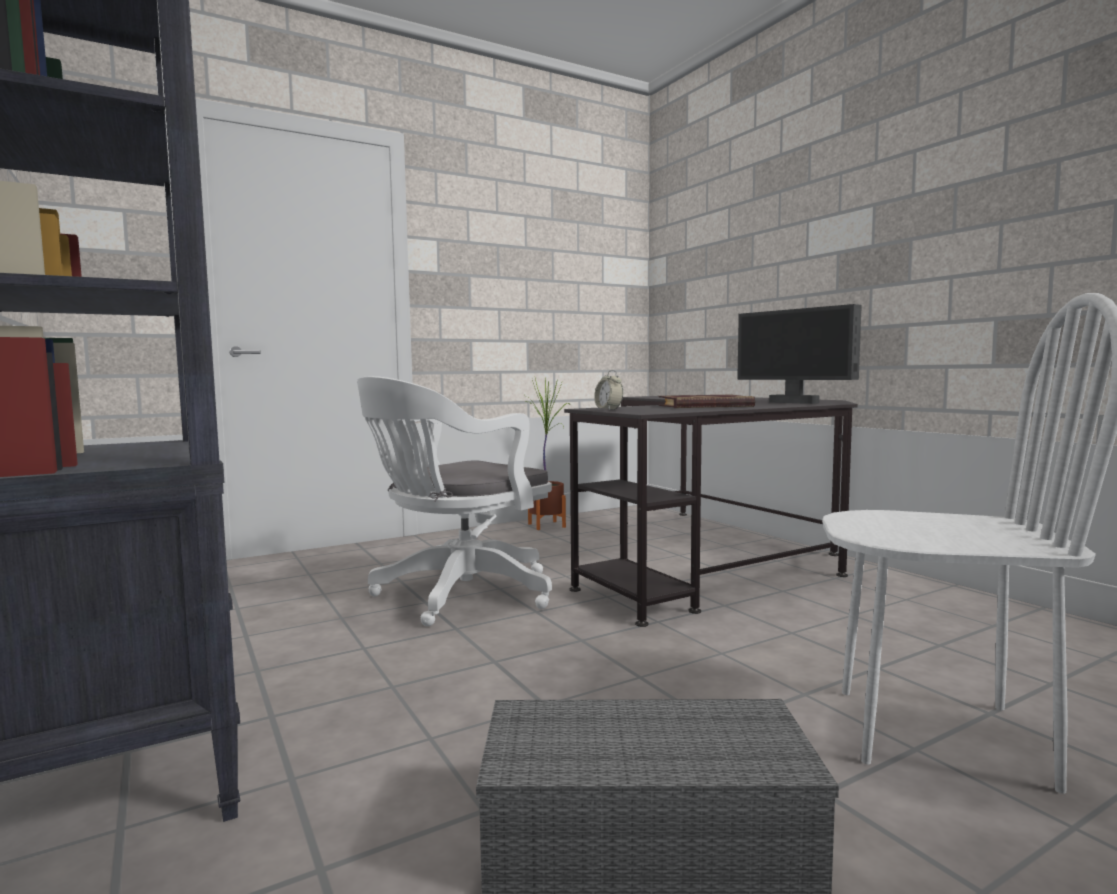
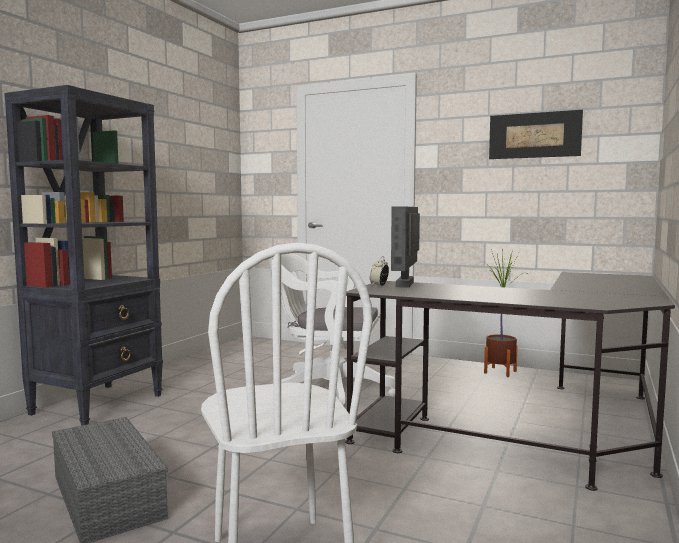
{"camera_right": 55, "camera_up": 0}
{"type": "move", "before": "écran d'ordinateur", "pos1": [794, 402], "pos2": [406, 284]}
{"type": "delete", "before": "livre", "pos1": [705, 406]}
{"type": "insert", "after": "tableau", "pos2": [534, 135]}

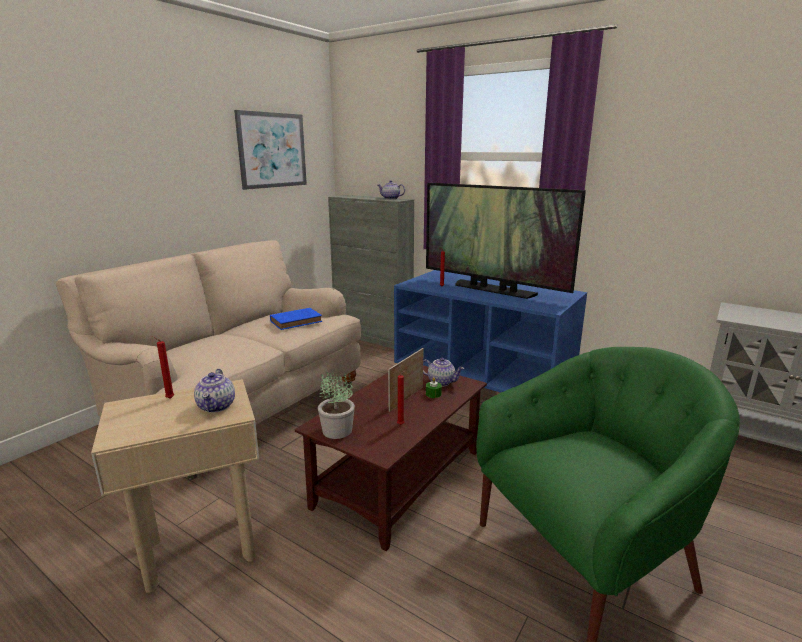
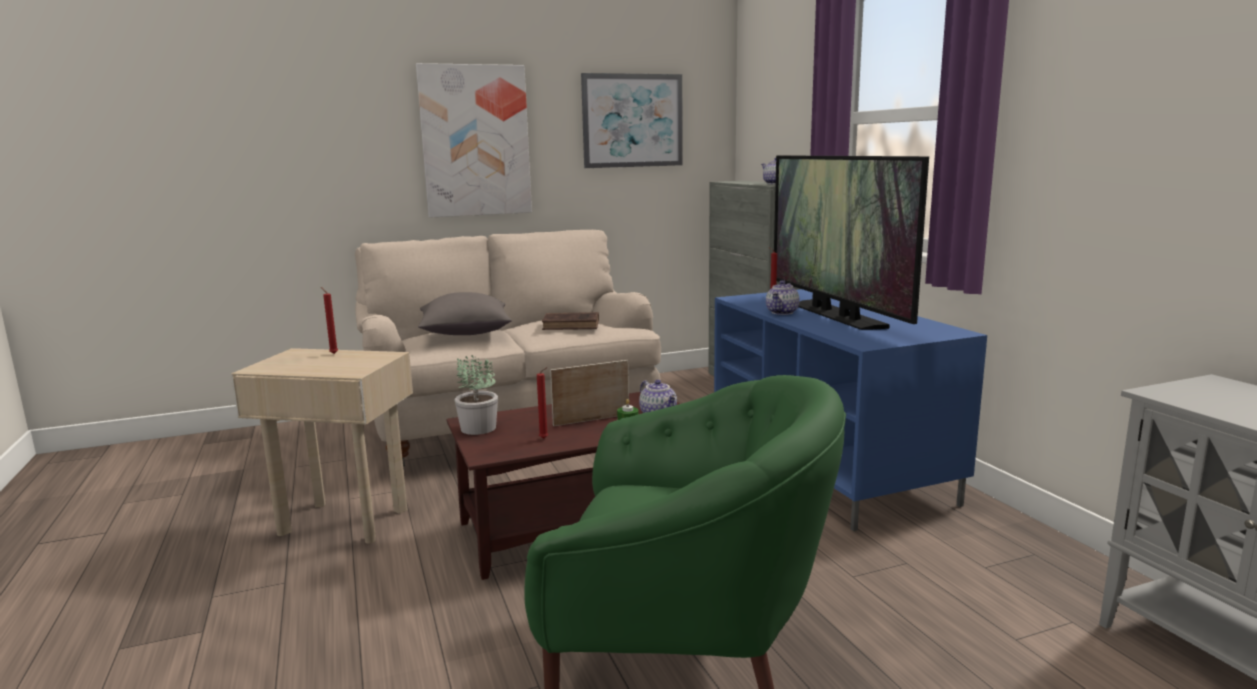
{"camera_right": 35, "camera_up": -5}
{"type": "recolor", "before": "livre/bleu", "after": "livre/marron", "pos1": [297, 321], "pos2": [573, 325]}
{"type": "move", "before": "théière", "pos1": [217, 406], "pos2": [782, 312]}
{"type": "insert", "after": "tableau", "pos2": [475, 141]}
{"type": "insert", "after": "coussin/gris", "pos2": [465, 333]}

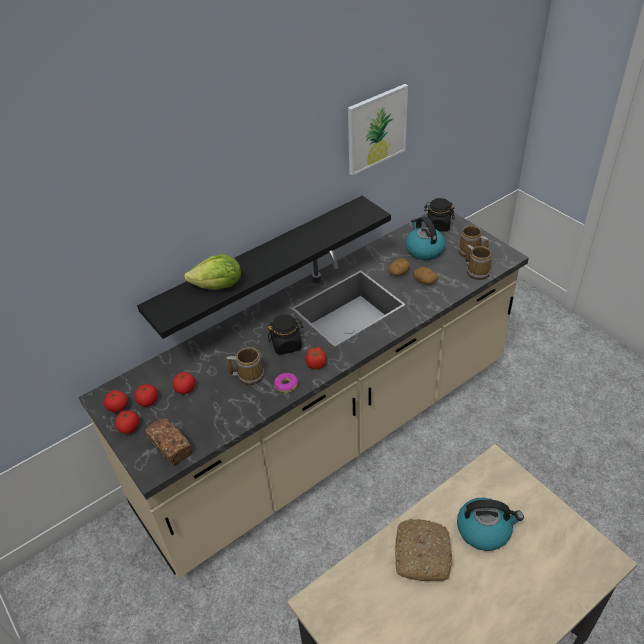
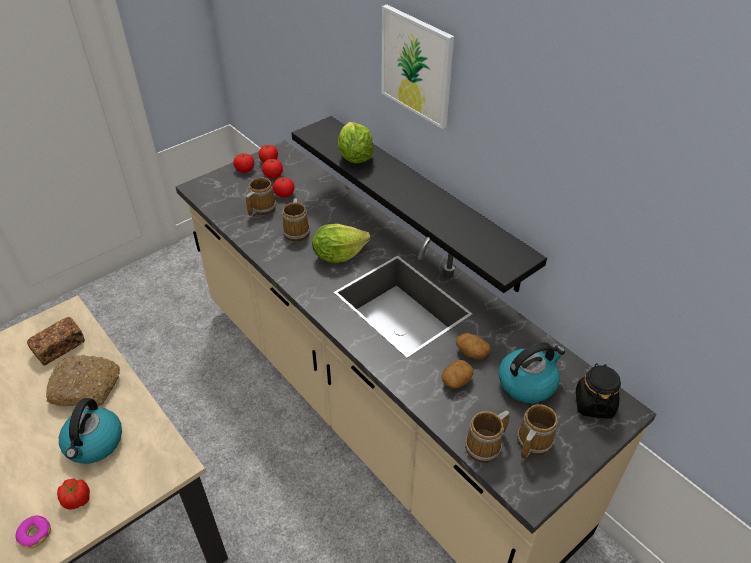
{"camera_right": 85, "camera_up": 0}
{"type": "move", "before": "tableau", "pos1": [376, 129], "pos2": [417, 66]}
{"type": "replace", "before": "bocal/noir", "after": "laitue", "pos1": [287, 344], "pos2": [338, 255]}
{"type": "move", "before": "tomate", "pos1": [316, 364], "pos2": [77, 499]}
{"type": "move", "before": "beignet", "pos1": [286, 385], "pos2": [35, 534]}
{"type": "move", "before": "pain", "pos1": [171, 447], "pos2": [59, 348]}
{"type": "insert", "after": "mug", "pos2": [261, 208]}

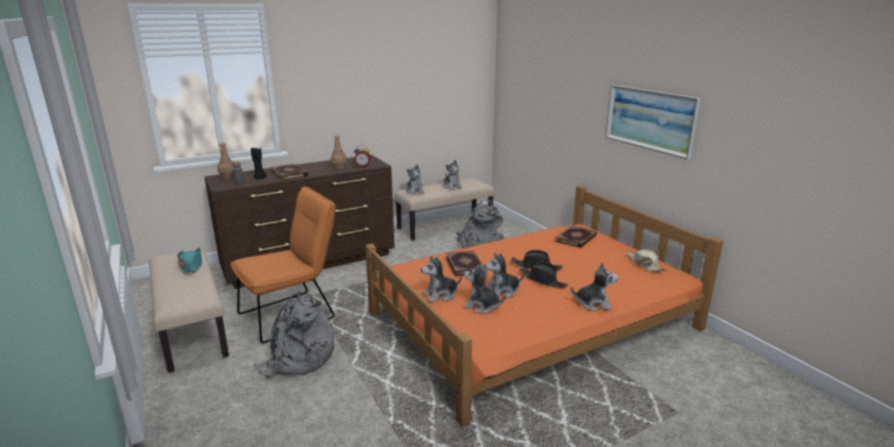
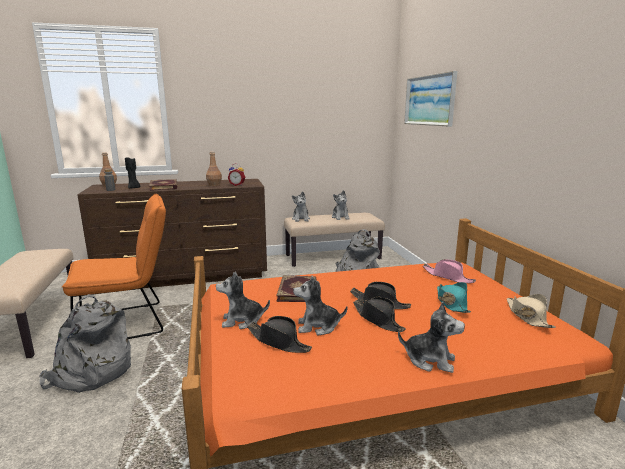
{"camera_right": 15, "camera_up": -5}
{"type": "move", "before": "tableau", "pos1": [650, 119], "pos2": [429, 100]}
{"type": "replace", "before": "livre", "after": "chapeau/rose", "pos1": [576, 238], "pos2": [448, 277]}
{"type": "move", "before": "chapeau/turquoise", "pos1": [191, 265], "pos2": [451, 303]}
{"type": "replace", "before": "peluche", "after": "chapeau/noir", "pos1": [482, 306], "pos2": [279, 342]}

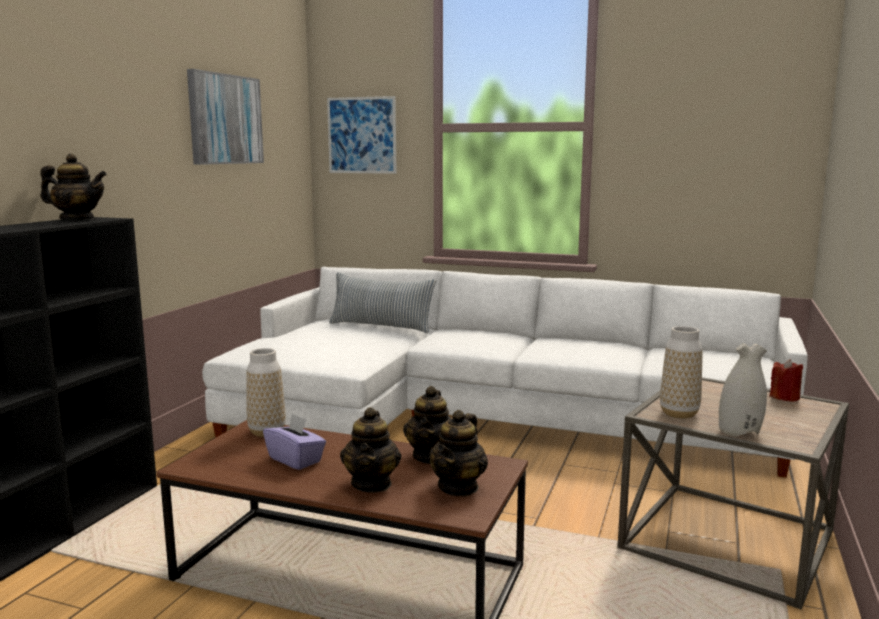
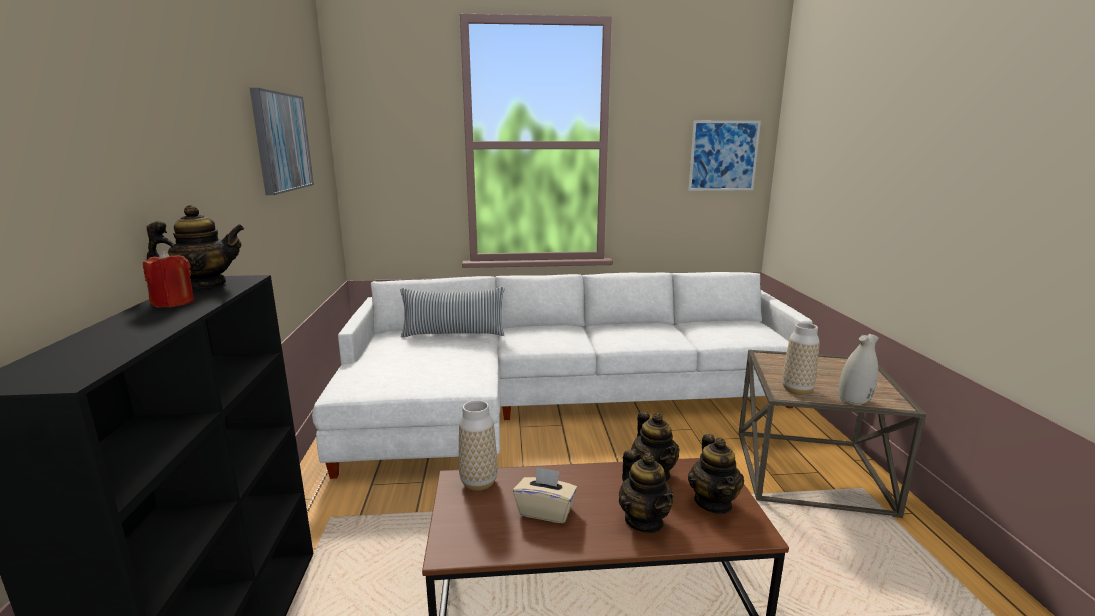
{"camera_right": -25, "camera_up": 5}
{"type": "move", "before": "tableau", "pos1": [362, 135], "pos2": [723, 156]}
{"type": "move", "before": "bougie/rouge", "pos1": [784, 397], "pos2": [173, 303]}
{"type": "recolor", "before": "boîte à mouchoirs/violet", "after": "boîte à mouchoirs/beige", "pos1": [295, 460], "pos2": [545, 511]}

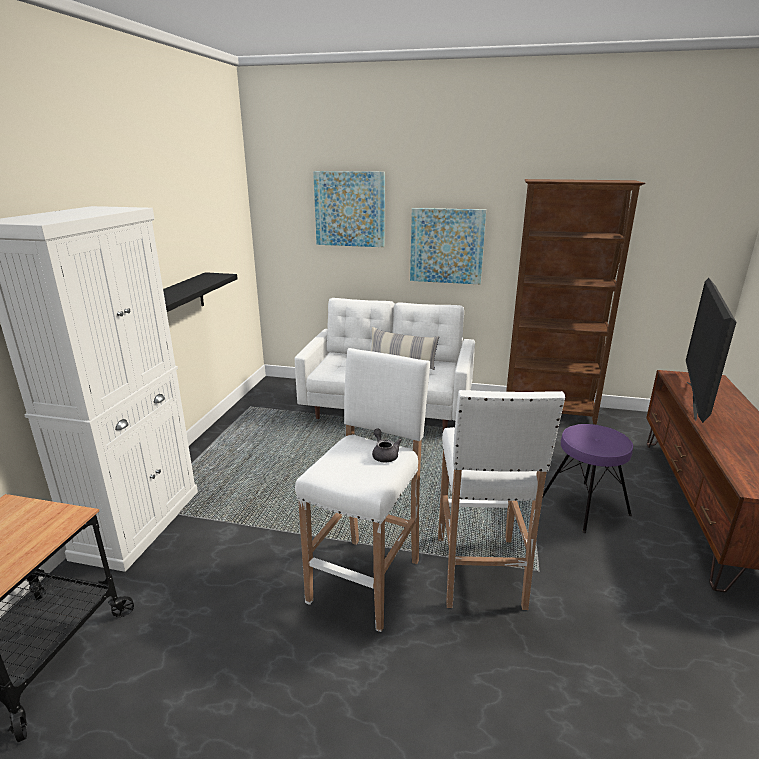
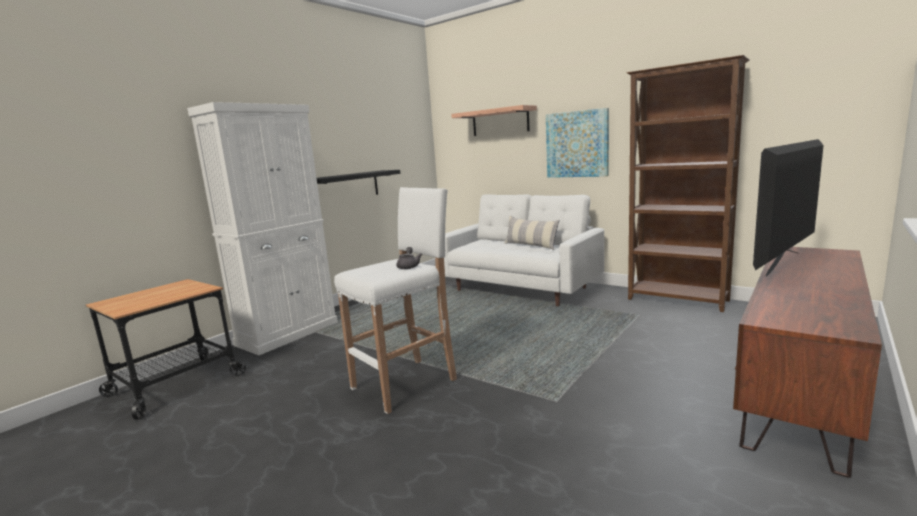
{"camera_right": 25, "camera_up": -10}
{"type": "replace", "before": "tableau", "after": "étagère", "pos1": [350, 209], "pos2": [500, 121]}
{"type": "delete", "before": "tabouret/blanc", "pos1": [480, 573]}
{"type": "delete", "before": "tabouret/violet", "pos1": [584, 506]}

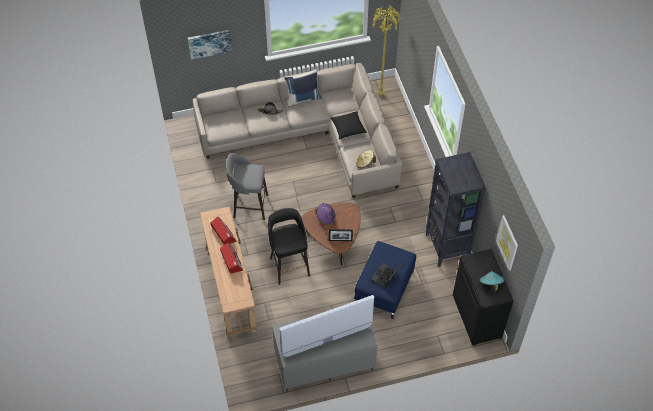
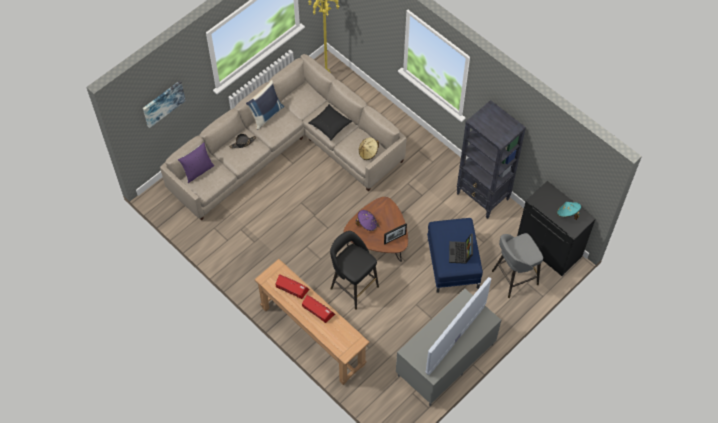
{"camera_right": -30, "camera_up": 5}
{"type": "move", "before": "tabouret/gris", "pos1": [249, 206], "pos2": [513, 278]}
{"type": "delete", "before": "tableau", "pos1": [507, 242]}
{"type": "insert", "after": "coussin/violet", "pos2": [198, 171]}

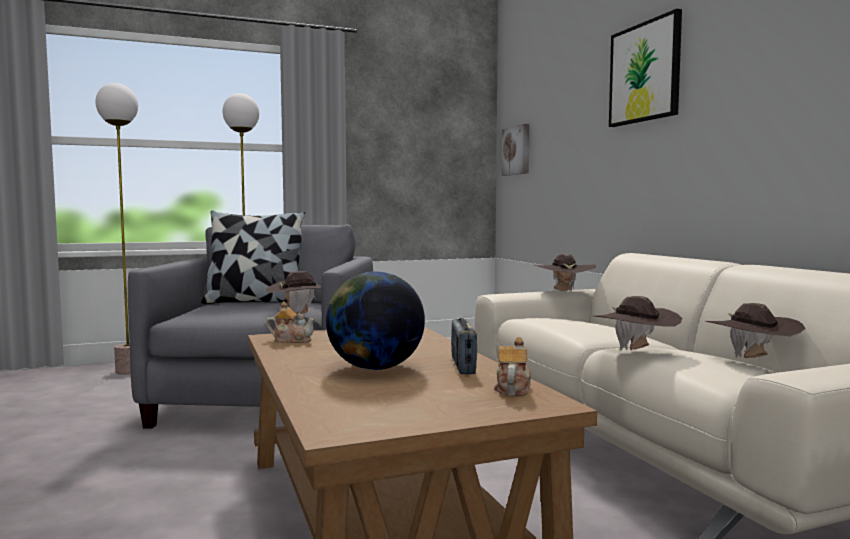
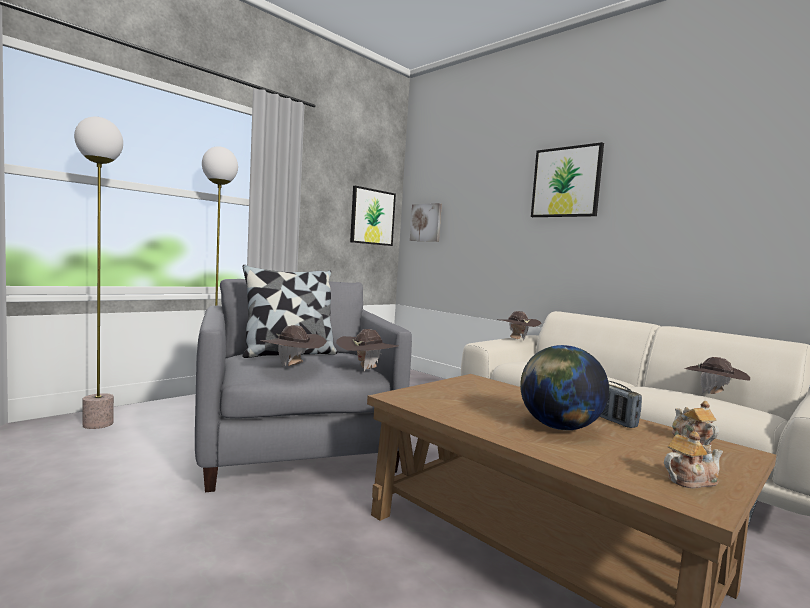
{"camera_right": -25, "camera_up": 0}
{"type": "move", "before": "chapeau/marron", "pos1": [636, 351], "pos2": [293, 367]}
{"type": "move", "before": "théière", "pos1": [292, 340], "pos2": [689, 480]}
{"type": "insert", "after": "tableau", "pos2": [372, 217]}

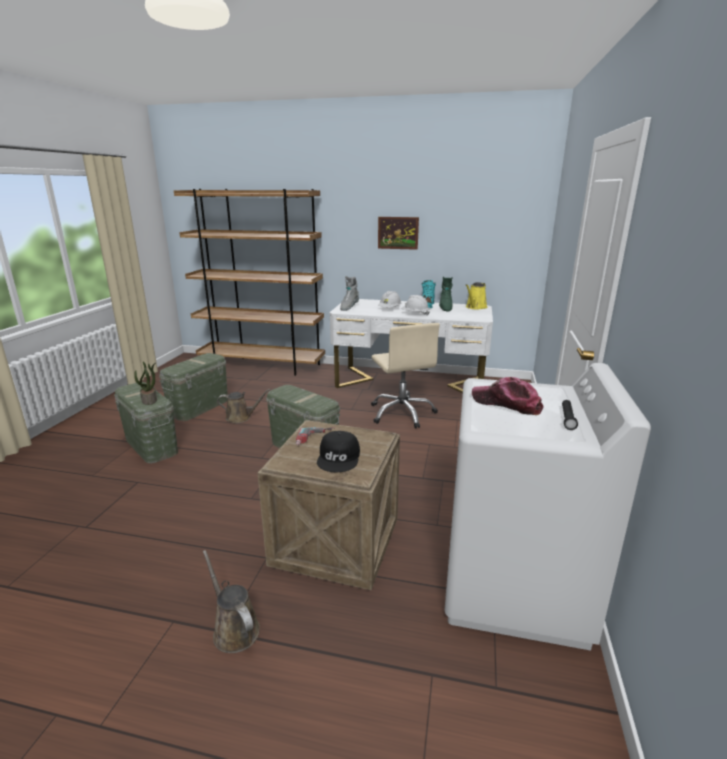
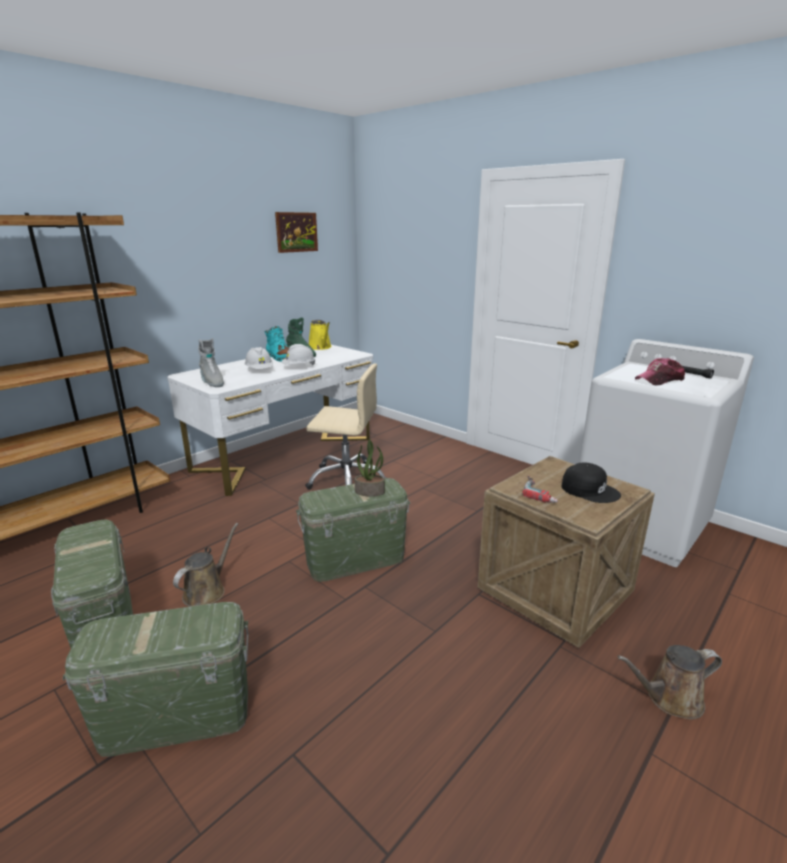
{"camera_right": -60, "camera_up": 0}
{"type": "move", "before": "tableau", "pos1": [398, 233], "pos2": [296, 232]}
{"type": "move", "before": "plante en pot", "pos1": [150, 400], "pos2": [370, 491]}

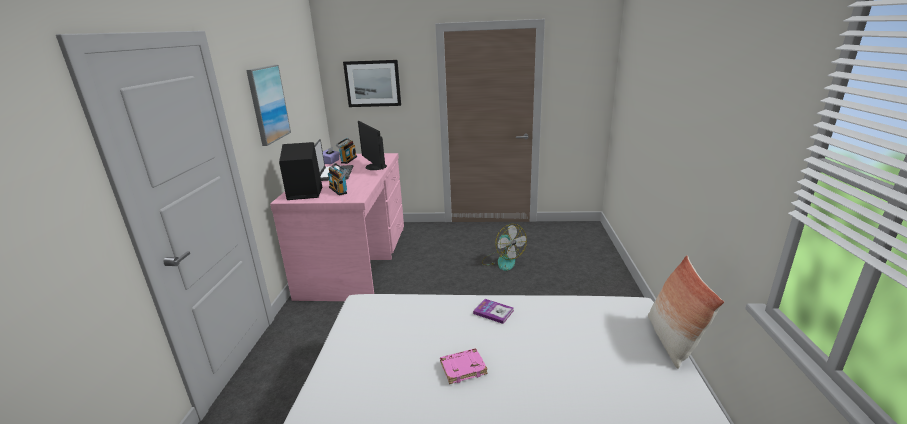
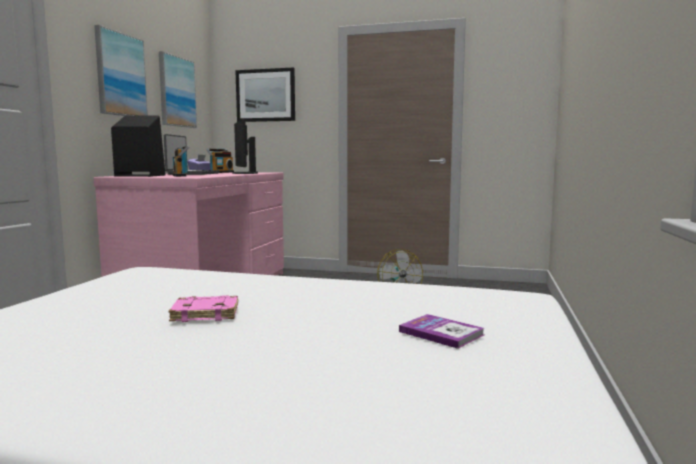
{"camera_right": 10, "camera_up": -15}
{"type": "delete", "before": "coussin", "pos1": [672, 341]}
{"type": "move", "before": "livre", "pos1": [493, 312], "pos2": [441, 333]}
{"type": "insert", "after": "tableau", "pos2": [177, 92]}

